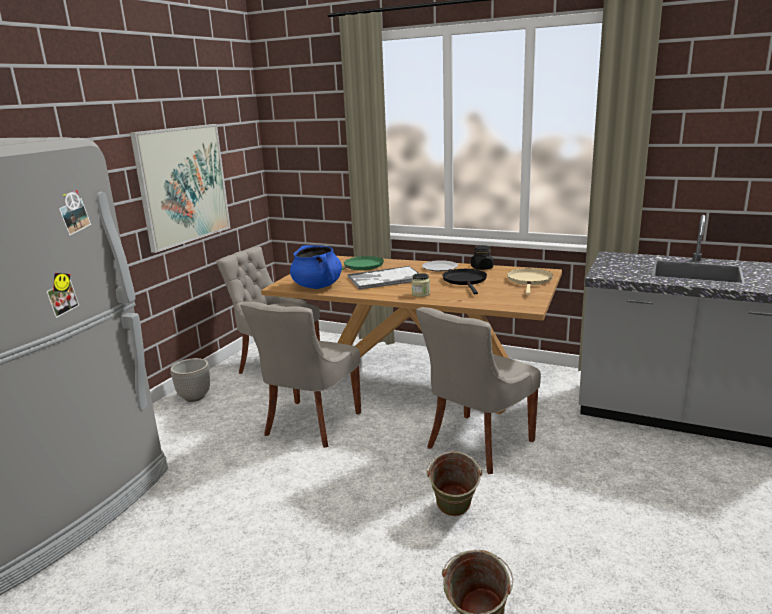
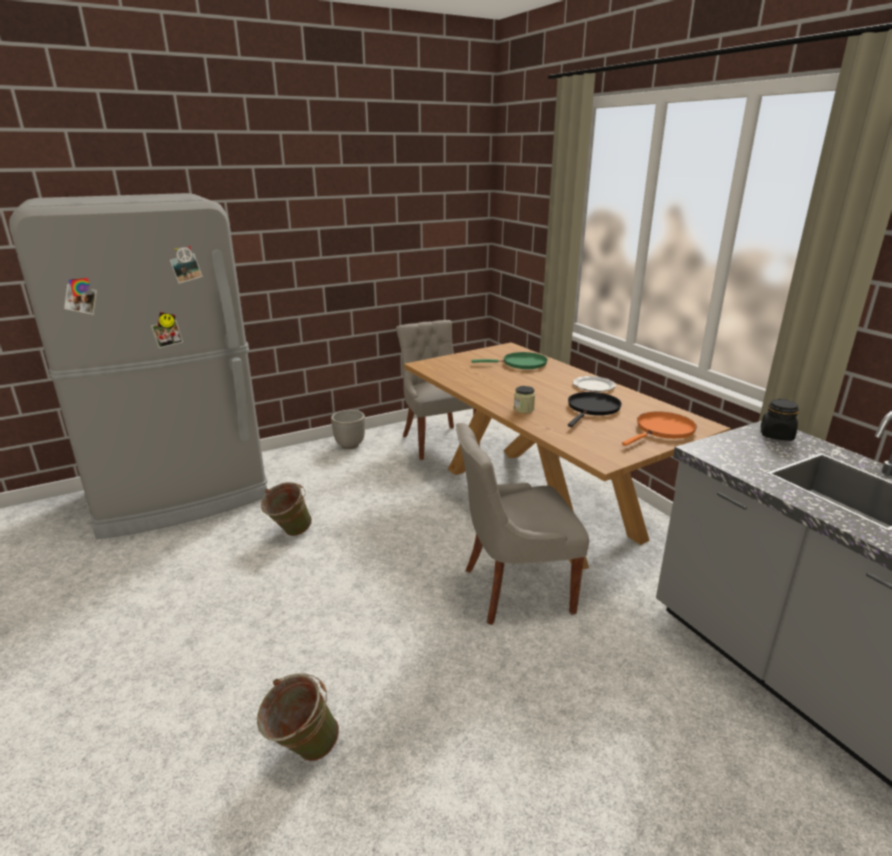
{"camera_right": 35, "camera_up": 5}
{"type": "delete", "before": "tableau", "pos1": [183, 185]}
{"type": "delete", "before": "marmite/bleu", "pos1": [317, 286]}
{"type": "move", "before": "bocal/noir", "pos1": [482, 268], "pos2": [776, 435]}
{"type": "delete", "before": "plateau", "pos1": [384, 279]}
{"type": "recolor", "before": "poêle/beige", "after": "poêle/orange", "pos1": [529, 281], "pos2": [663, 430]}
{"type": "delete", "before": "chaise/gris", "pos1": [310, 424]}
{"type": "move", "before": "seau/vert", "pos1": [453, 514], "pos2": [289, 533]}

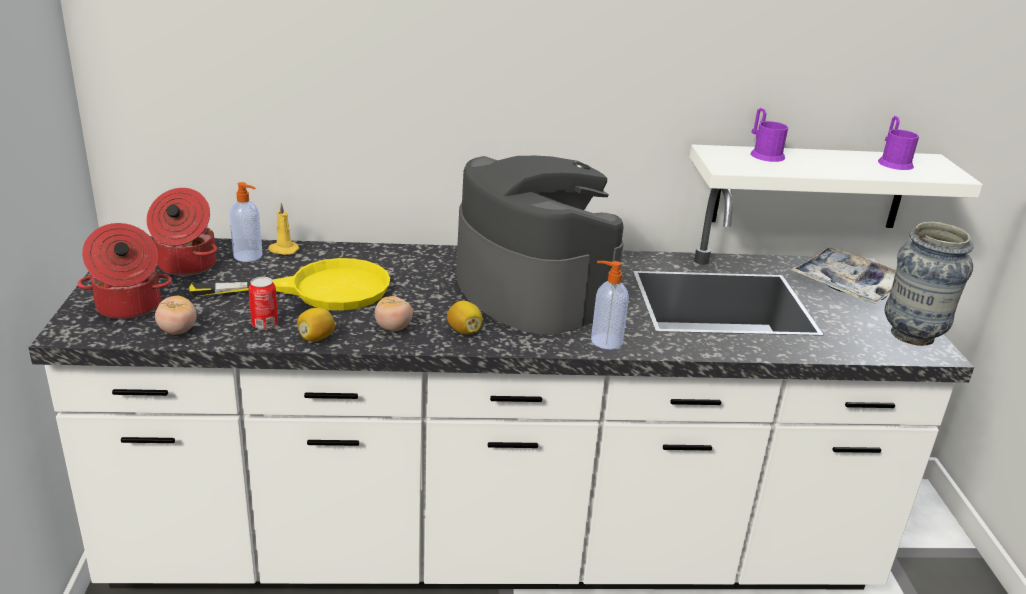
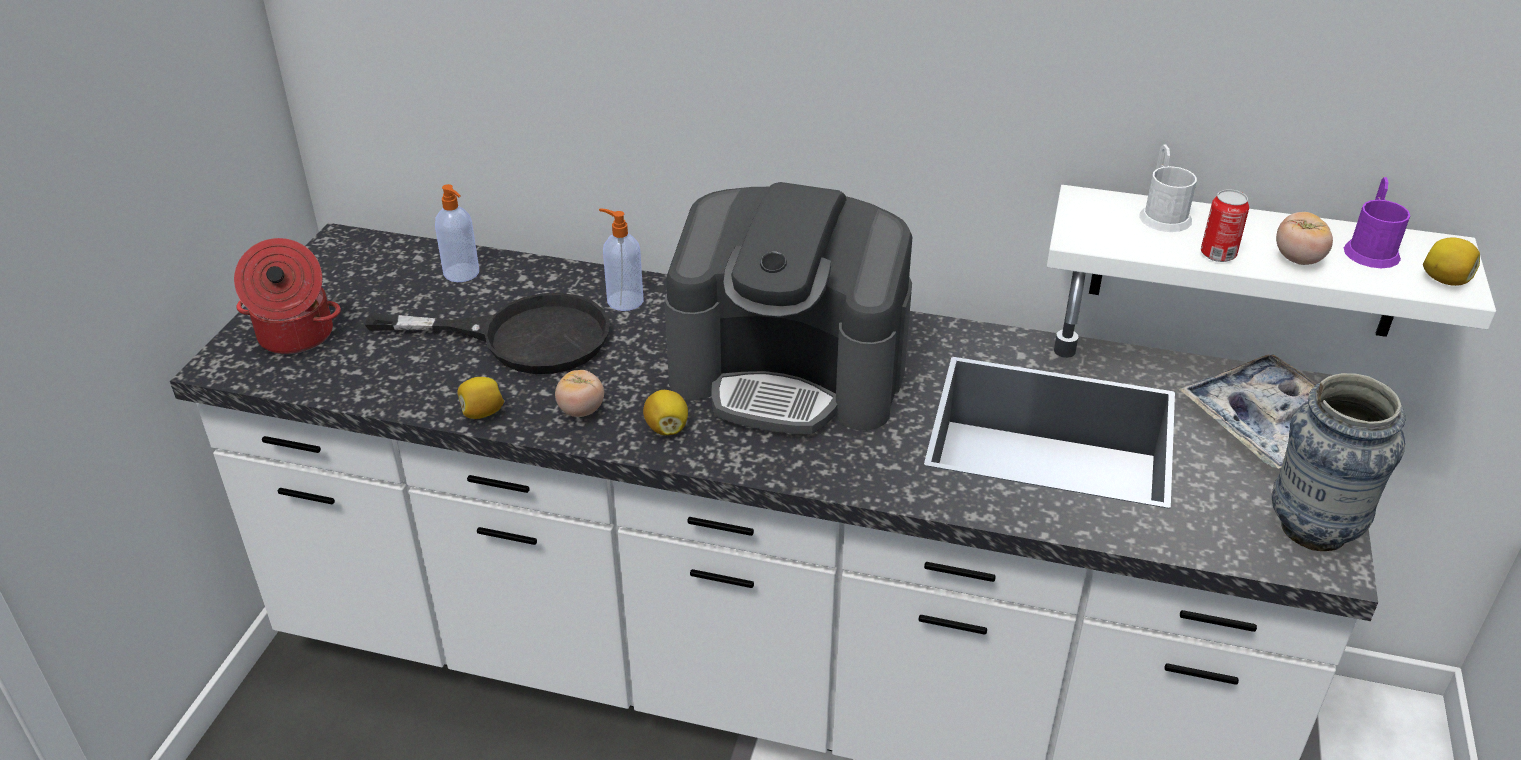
{"camera_right": 20, "camera_up": 10}
{"type": "recolor", "before": "mug/violet", "after": "mug/blanc", "pos1": [764, 154], "pos2": [1162, 214]}
{"type": "rotate", "before": "machine à café", "pos1": [531, 290], "pos2": [790, 372], "turn": 120}
{"type": "delete", "before": "marmite", "pos1": [186, 265]}
{"type": "delete", "before": "bougie/jaune", "pos1": [283, 250]}
{"type": "recolor", "before": "poêle/jaune", "after": "poêle/noir", "pos1": [321, 289], "pos2": [523, 337]}
{"type": "move", "before": "distributeur de savon", "pos1": [605, 341], "pos2": [624, 300]}
{"type": "move", "before": "boîte métallique", "pos1": [265, 324], "pos2": [1218, 254]}
{"type": "move", "before": "tomate", "pos1": [178, 330], "pos2": [1298, 259]}
{"type": "insert", "after": "citron", "pos2": [1445, 280]}

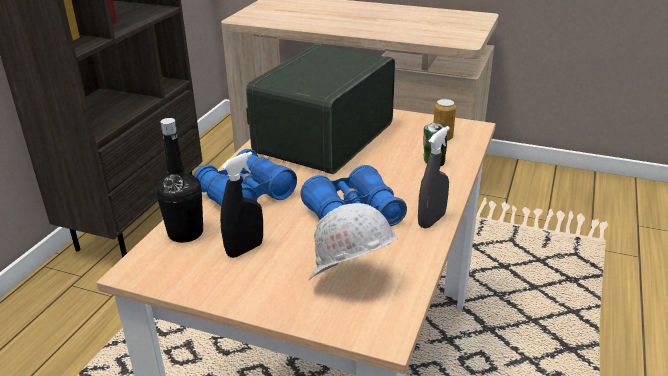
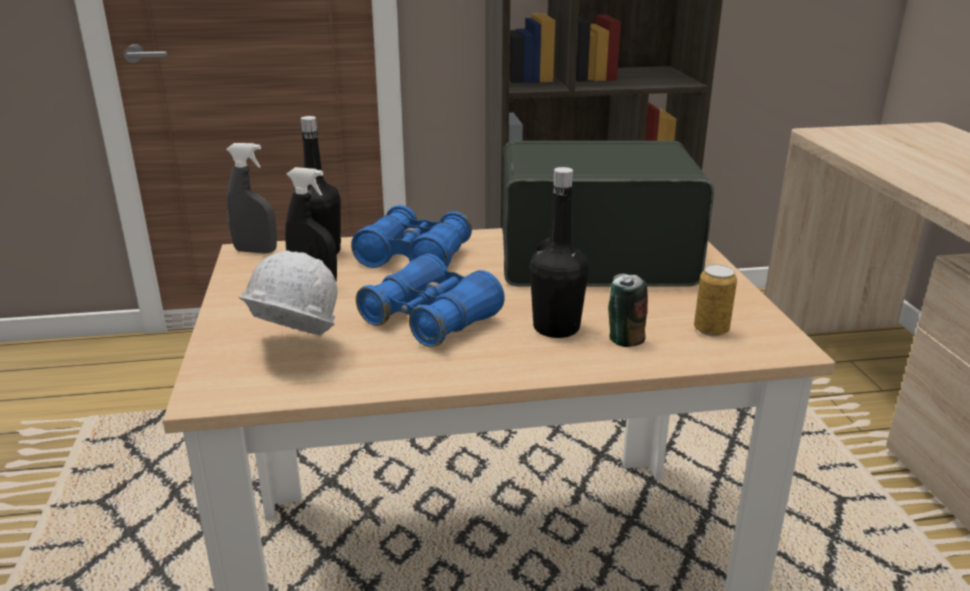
{"camera_right": 60, "camera_up": -5}
{"type": "move", "before": "vaporisateur/gris", "pos1": [431, 220], "pos2": [255, 251]}
{"type": "insert", "after": "bouteille/noir", "pos2": [556, 328]}

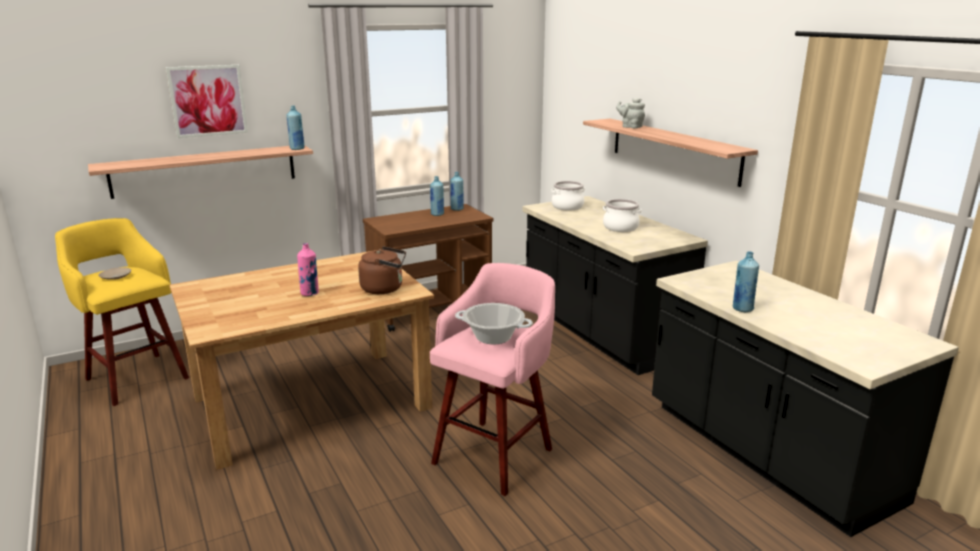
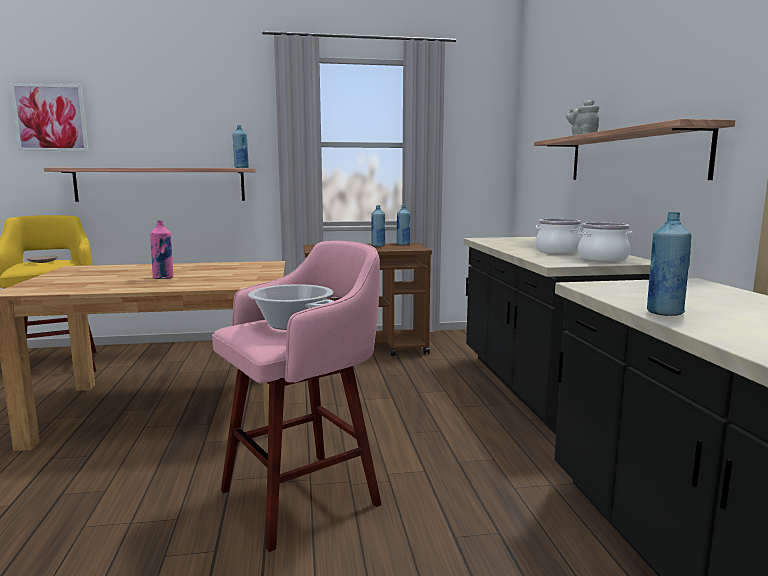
{"camera_right": 20, "camera_up": -10}
{"type": "move", "before": "tableau", "pos1": [208, 101], "pos2": [50, 118]}
{"type": "move", "before": "marmite", "pos1": [567, 207], "pos2": [602, 259]}
{"type": "delete", "before": "bouilloire/marron", "pos1": [384, 288]}

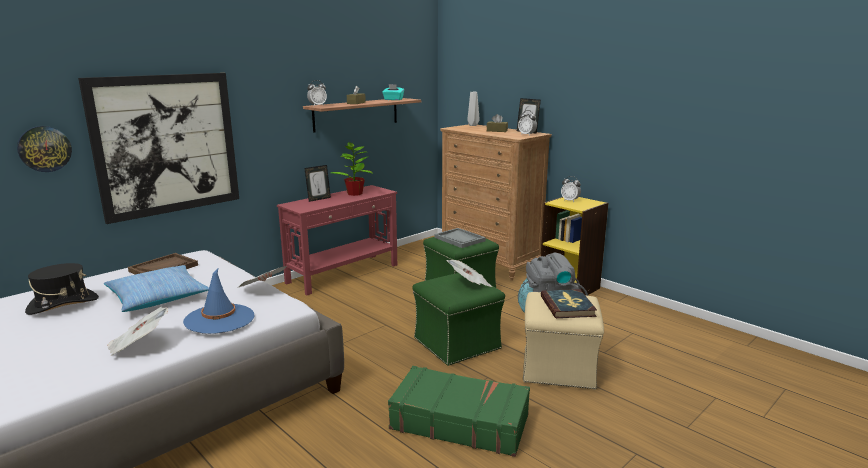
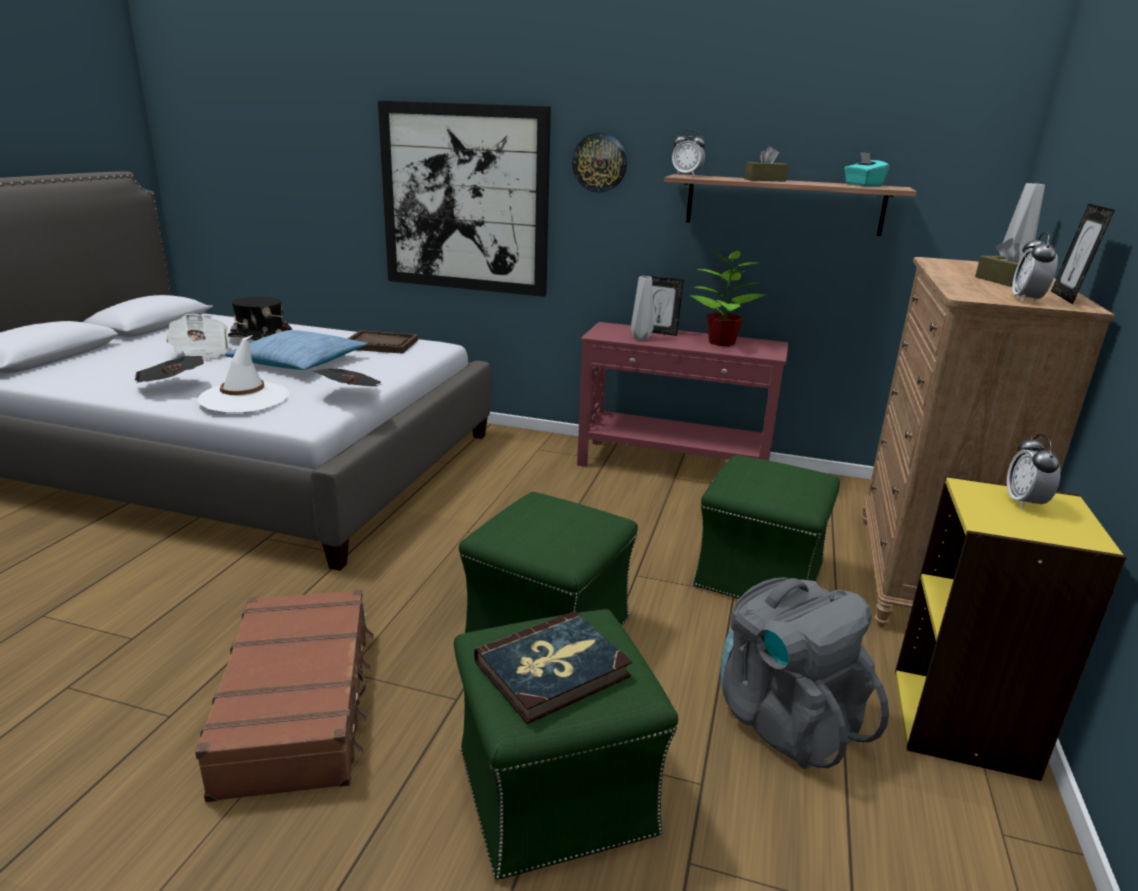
{"camera_right": 60, "camera_up": 5}
{"type": "move", "before": "horloge murale", "pos1": [44, 149], "pos2": [599, 162]}
{"type": "delete", "before": "plateau/gris", "pos1": [460, 239]}
{"type": "move", "before": "journal", "pos1": [469, 284], "pos2": [201, 354]}
{"type": "recolor", "before": "chapeau/bleu", "after": "chapeau/blanc", "pos1": [219, 319], "pos2": [244, 398]}
{"type": "recolor", "before": "pouf/beige", "after": "pouf/vert", "pos1": [558, 368], "pos2": [553, 792]}
{"type": "recolor", "before": "valise/vert", "after": "valise/marron", "pos1": [459, 421], "pos2": [299, 705]}
{"type": "insert", "after": "vase/gris", "pos2": [642, 338]}

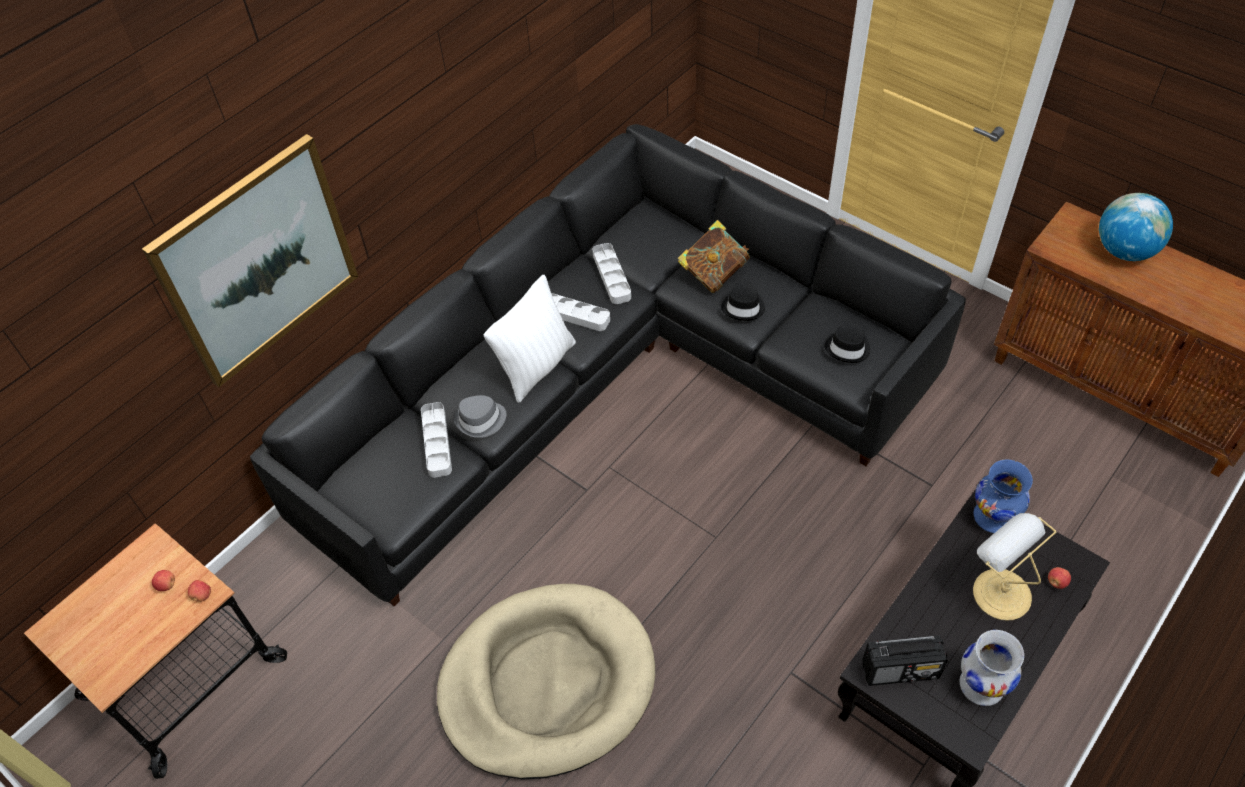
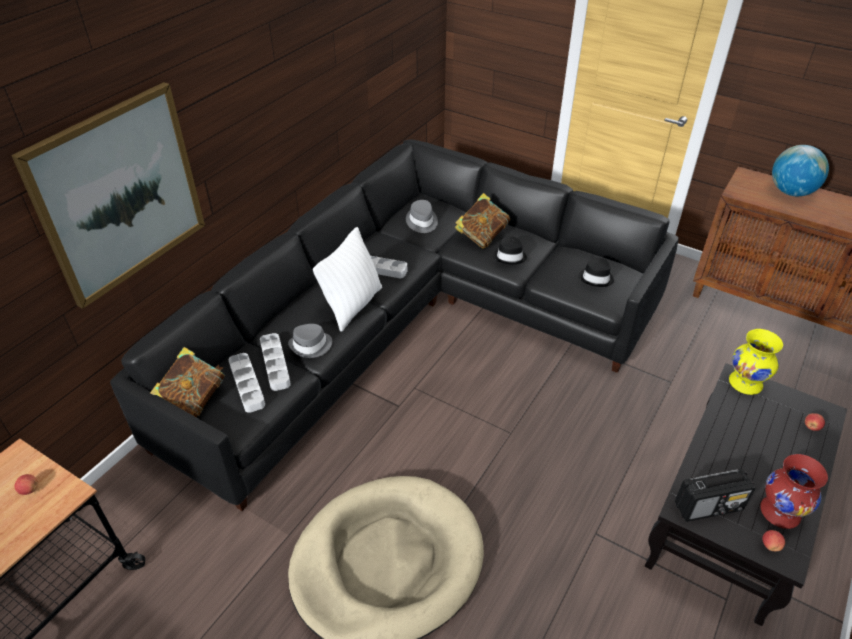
{"camera_right": -10, "camera_up": -10}
{"type": "move", "before": "plateau/gris", "pos1": [611, 276], "pos2": [247, 385]}
{"type": "recolor", "before": "vase/bleu", "after": "vase/jaune", "pos1": [994, 517], "pos2": [746, 383]}
{"type": "delete", "before": "lampe de table", "pos1": [999, 592]}
{"type": "move", "before": "pomme", "pos1": [202, 595], "pos2": [770, 545]}
{"type": "recolor", "before": "vase/blanc", "after": "vase/rouge", "pos1": [982, 685], "pos2": [780, 512]}
{"type": "insert", "after": "chapeau/gris", "pos2": [421, 222]}
{"type": "insert", "after": "livre", "pos2": [194, 399]}

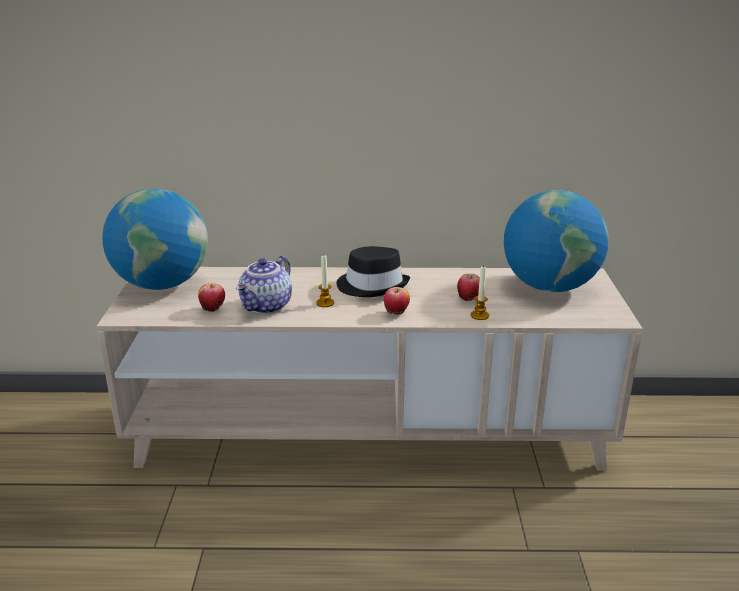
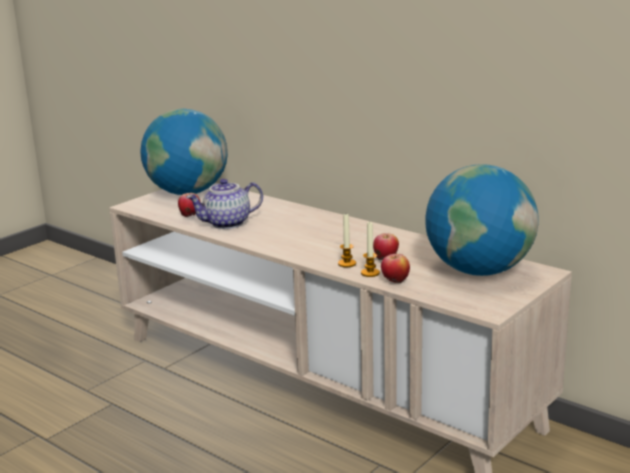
{"camera_right": 40, "camera_up": -5}
{"type": "delete", "before": "chapeau/noir", "pos1": [372, 285]}
{"type": "move", "before": "bougie", "pos1": [325, 303], "pos2": [347, 263]}
{"type": "move", "before": "pomme", "pos1": [396, 313], "pos2": [395, 282]}

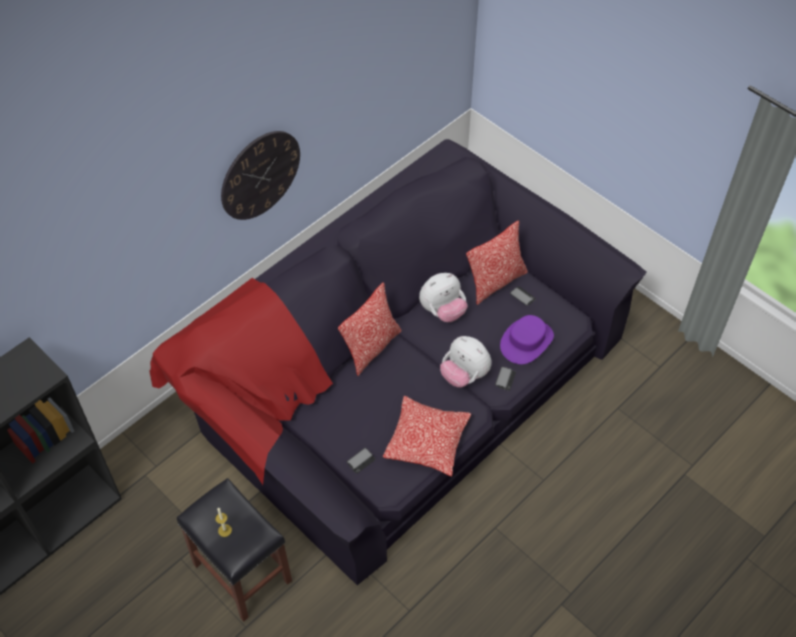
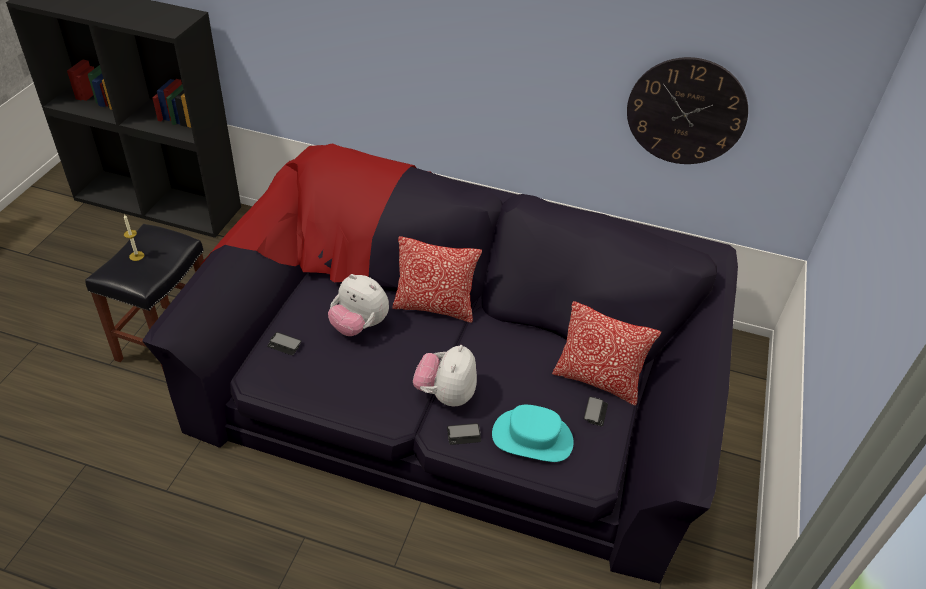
{"camera_right": 60, "camera_up": -10}
{"type": "move", "before": "horloge murale", "pos1": [260, 175], "pos2": [686, 112]}
{"type": "move", "before": "peluche", "pos1": [442, 311], "pos2": [359, 325]}
{"type": "recolor", "before": "chapeau/violet", "after": "chapeau/turquoise", "pos1": [526, 341], "pos2": [532, 437]}
{"type": "delete", "before": "coussin", "pos1": [427, 441]}

